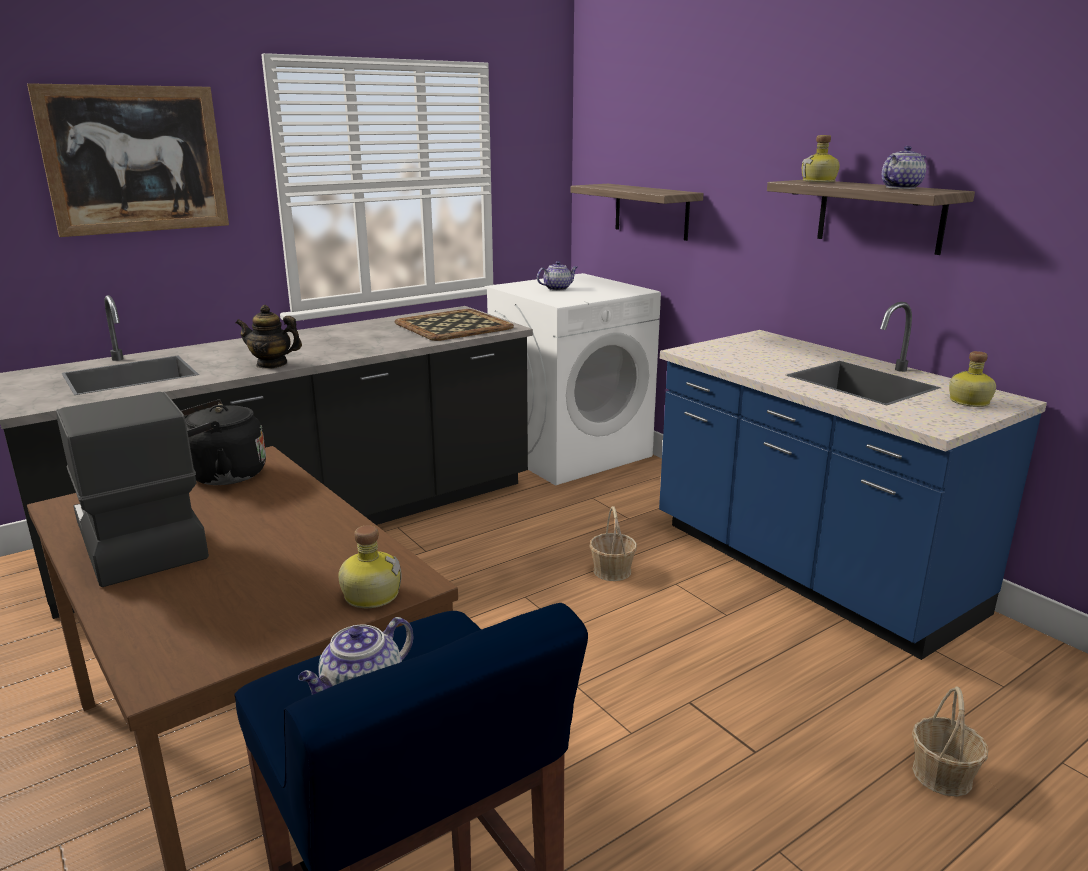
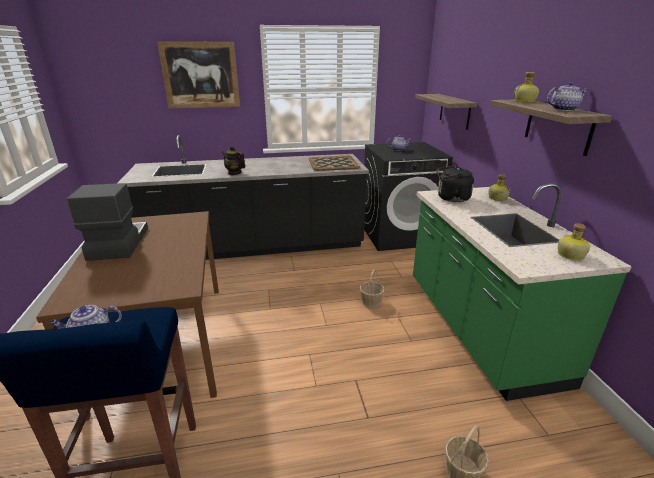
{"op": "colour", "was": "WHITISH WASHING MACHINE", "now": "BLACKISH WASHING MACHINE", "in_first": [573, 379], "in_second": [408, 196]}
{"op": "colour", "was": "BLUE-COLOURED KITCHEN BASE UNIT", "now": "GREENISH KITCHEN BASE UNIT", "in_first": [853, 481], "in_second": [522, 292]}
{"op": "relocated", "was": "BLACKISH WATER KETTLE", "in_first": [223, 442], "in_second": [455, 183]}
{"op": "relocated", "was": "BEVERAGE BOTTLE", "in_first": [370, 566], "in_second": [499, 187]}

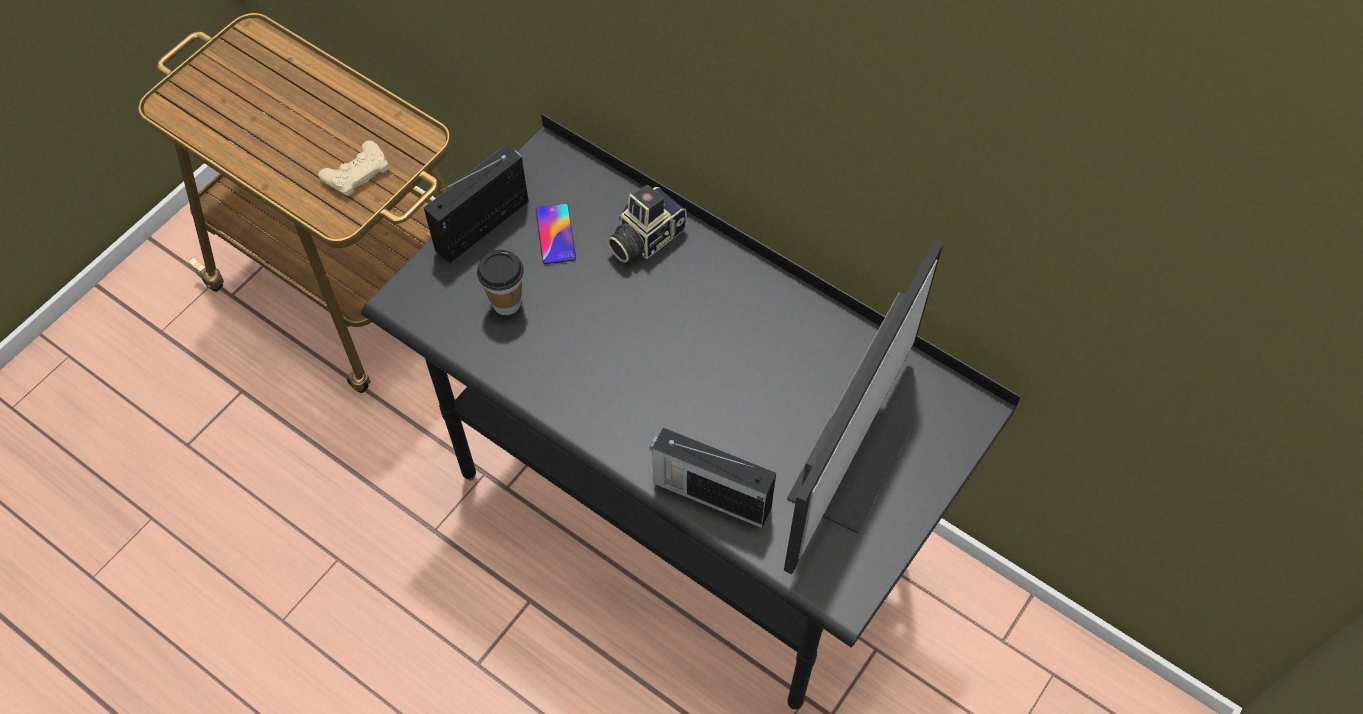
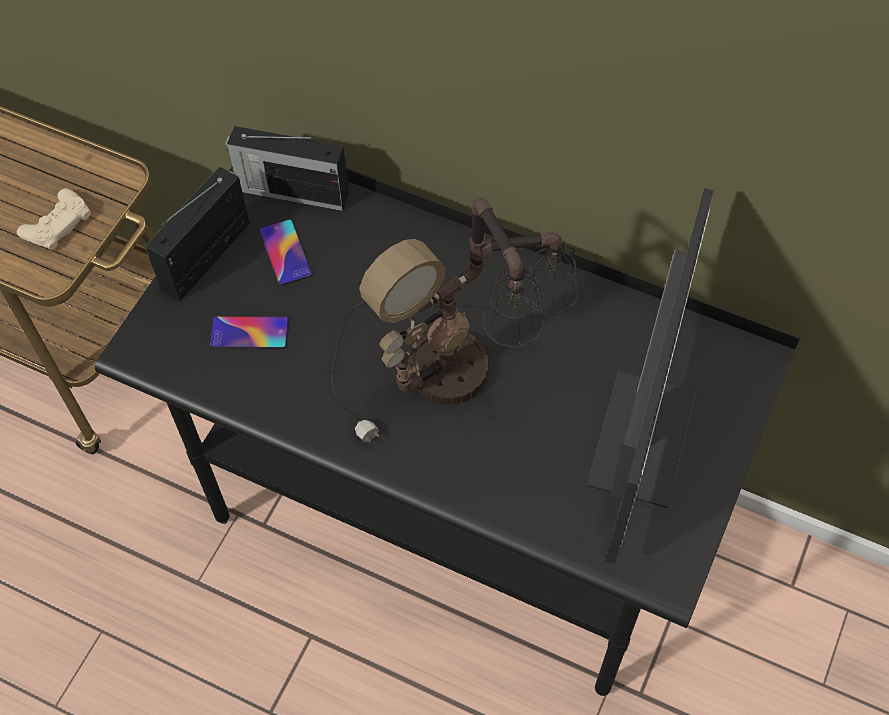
{"op": "exchanged", "was": "DRINKING CUP", "now": "TELEPHONE", "in_first": [500, 282], "in_second": [249, 332]}
{"op": "relocated", "was": "RADIO RECEIVER", "in_first": [712, 478], "in_second": [287, 168]}
{"op": "appeared", "now": "LAMP FOR A TABLE", "in_second": [455, 320]}
{"op": "missing", "was": "PHOTO CAMERA", "in_first": [647, 224]}

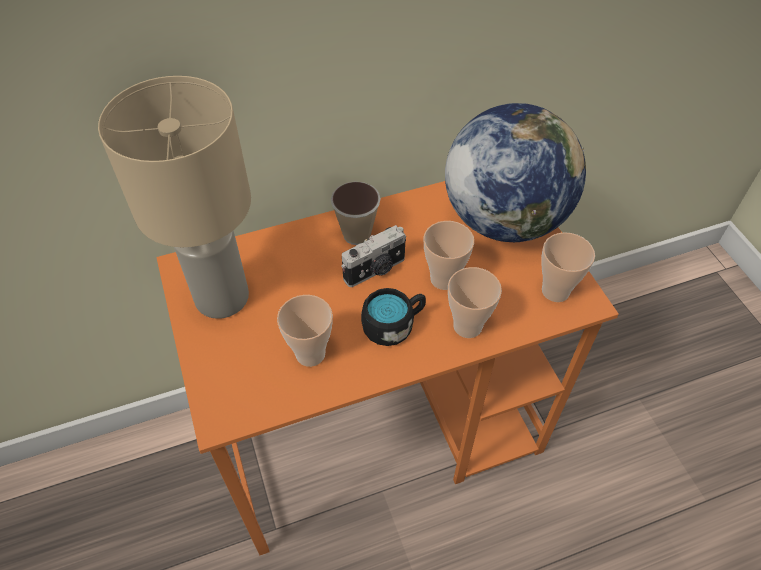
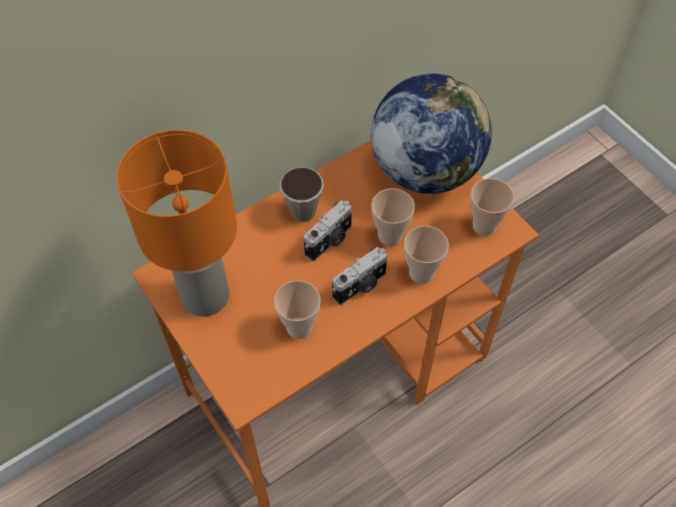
{"op": "colour", "was": "BEIGE-COLOURED LAMP FOR A TABLE", "now": "ORANGE-COLOURED LAMP FOR A TABLE", "in_first": [174, 197], "in_second": [177, 223]}
{"op": "exchanged", "was": "BLACKISH TEA MUG", "now": "PHOTO CAMERA", "in_first": [393, 317], "in_second": [359, 276]}

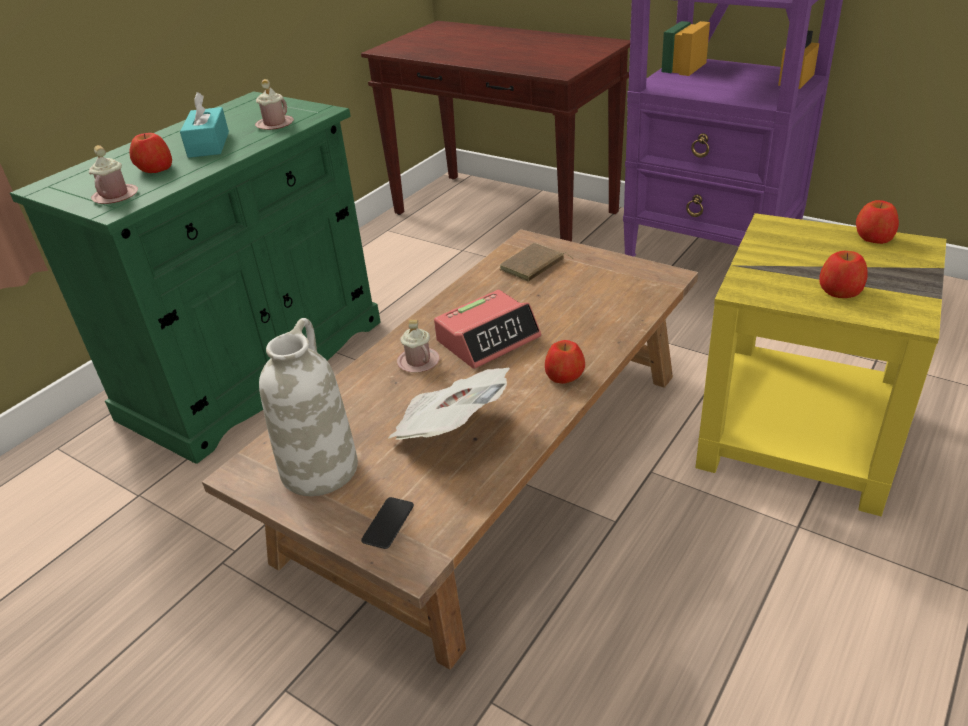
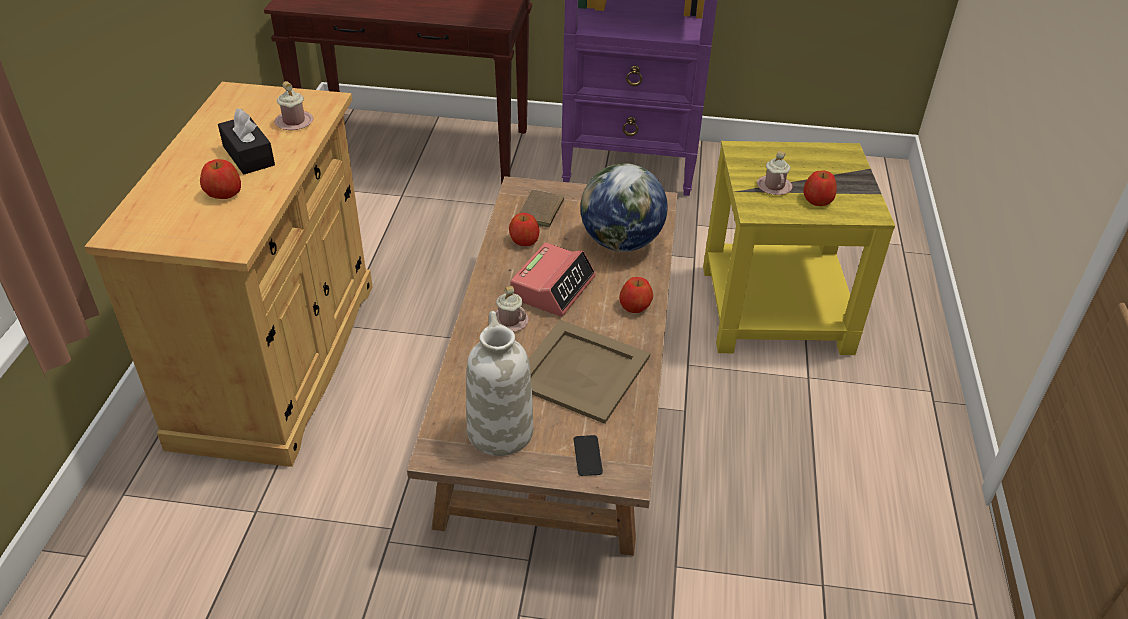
{"op": "colour", "was": "GREENISH STORAGE CABINET", "now": "BEIGE-COLOURED STORAGE CABINET", "in_first": [195, 277], "in_second": [228, 274]}
{"op": "colour", "was": "TURQUOISE TISSUE BOX", "now": "BLACKISH TISSUE BOX", "in_first": [204, 125], "in_second": [246, 141]}
{"op": "relocated", "was": "APPLE", "in_first": [877, 222], "in_second": [524, 229]}
{"op": "exchanged", "was": "NEWSPAPER", "now": "BEIGE-COLOURED CARRYING TRAY", "in_first": [449, 403], "in_second": [589, 372]}
{"op": "appeared", "now": "DESK GLOBE", "in_second": [624, 207]}
{"op": "relocated", "was": "PINK TEA MUG", "in_first": [113, 174], "in_second": [775, 173]}

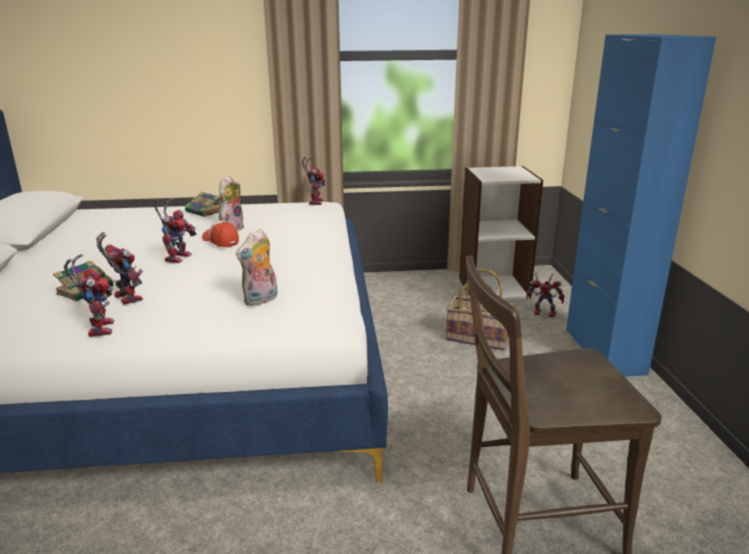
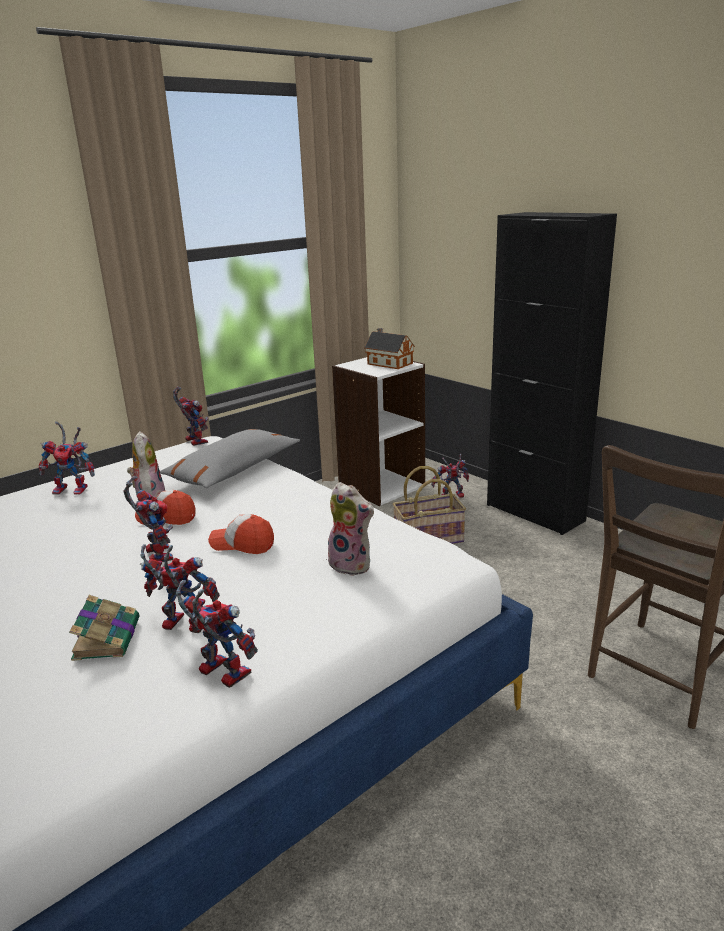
{"op": "exchanged", "was": "BOOK", "now": "TOY ROBOT", "in_first": [202, 204], "in_second": [67, 458]}
{"op": "appeared", "now": "GREYISH PILLOW", "in_second": [230, 458]}
{"op": "appeared", "now": "CAP", "in_second": [241, 534]}
{"op": "spun", "was": "PLUSH TOY", "in_first": [257, 267], "in_second": [350, 529], "clockwise": -60}
{"op": "appeared", "now": "TOY HOUSE", "in_second": [389, 348]}
{"op": "colour", "was": "BLUE-COLOURED STORAGE CABINET", "now": "BLACKISH STORAGE CABINET", "in_first": [641, 205], "in_second": [552, 373]}

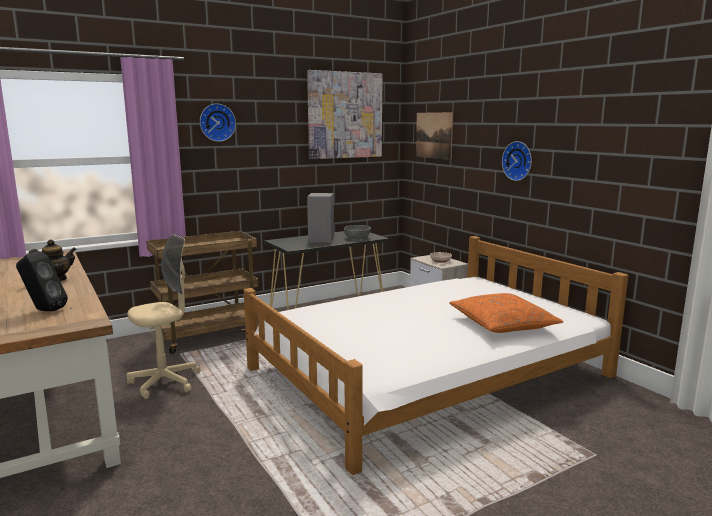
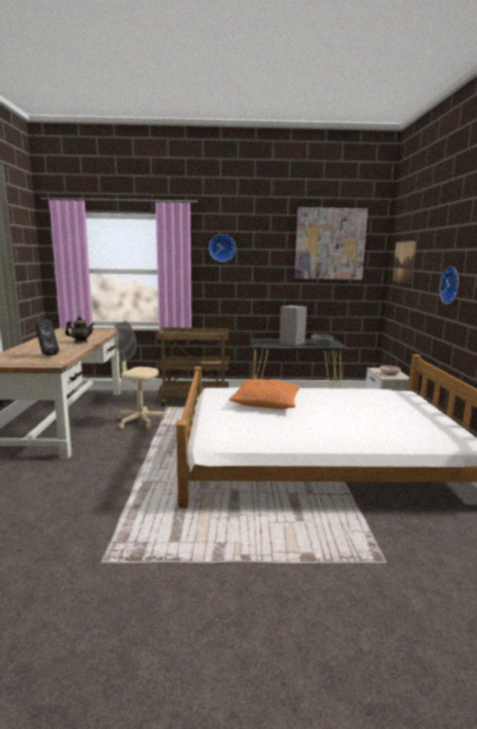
{"op": "spun", "was": "BEIGE-COLOURED OFFICE CHAIR", "in_first": [164, 316], "in_second": [139, 375], "clockwise": -150}
{"op": "relocated", "was": "ORANGE-COLOURED PILLOW", "in_first": [506, 313], "in_second": [264, 394]}

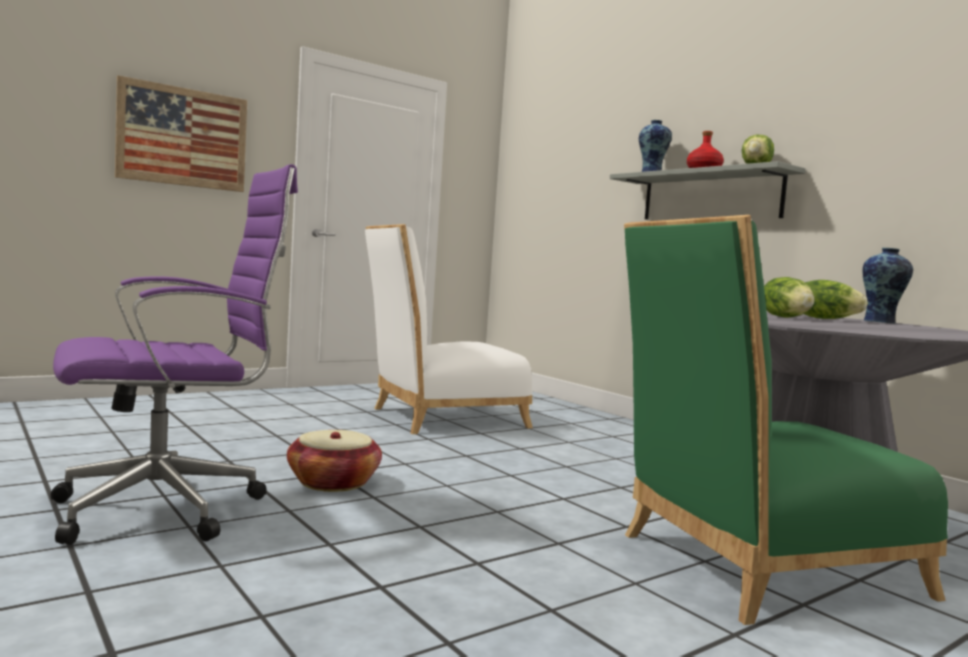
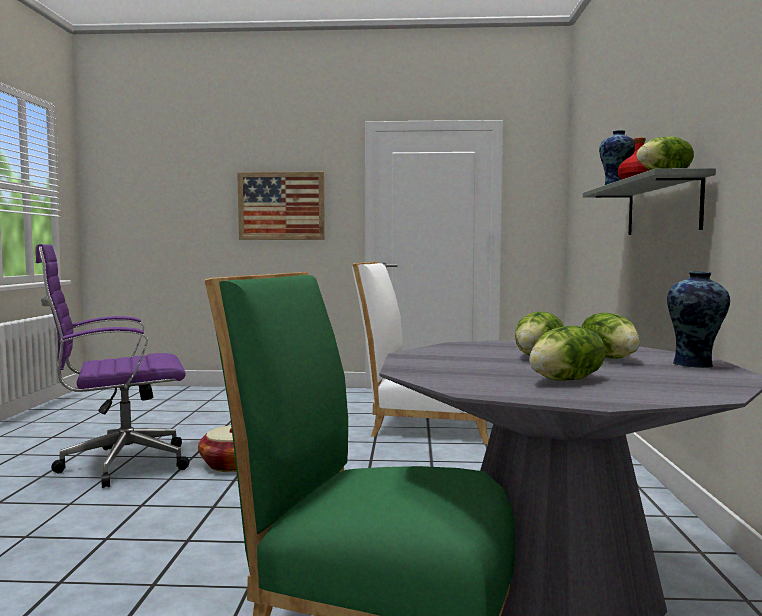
{"op": "spun", "was": "PURPLE-COLOURED OFFICE CHAIR", "in_first": [174, 354], "in_second": [112, 366], "clockwise": 150}
{"op": "appeared", "now": "LETTUCE", "in_second": [567, 353]}

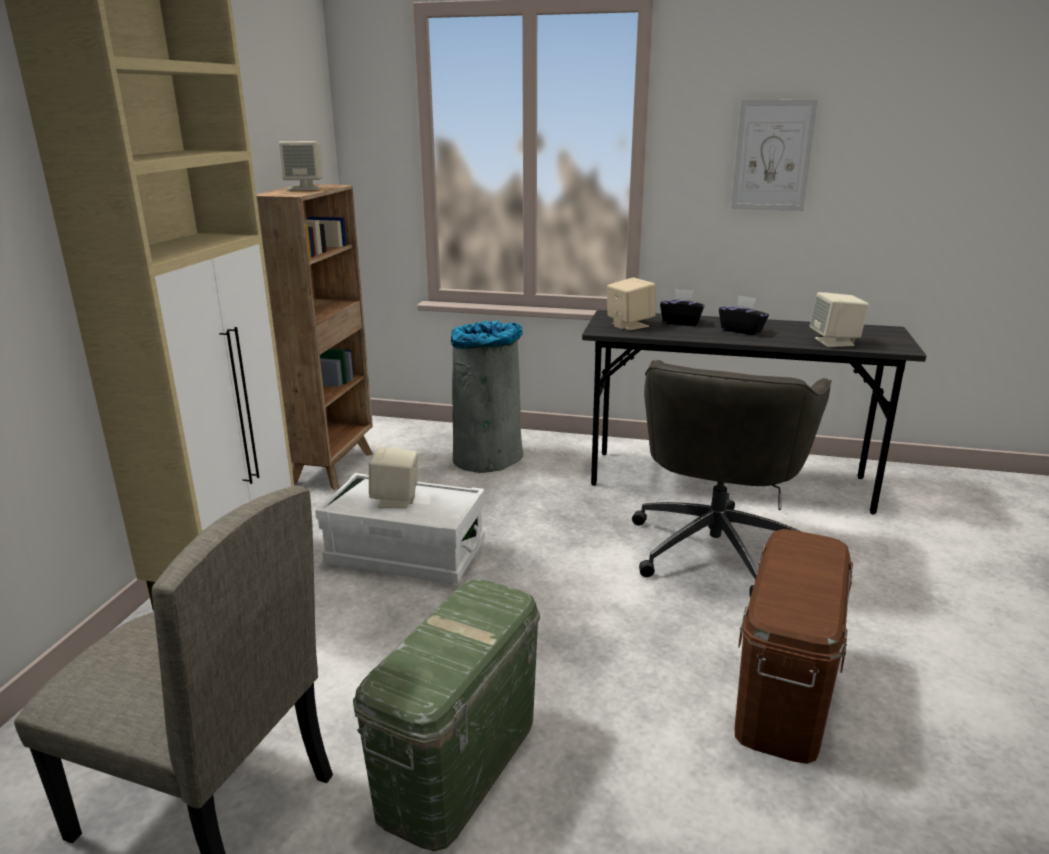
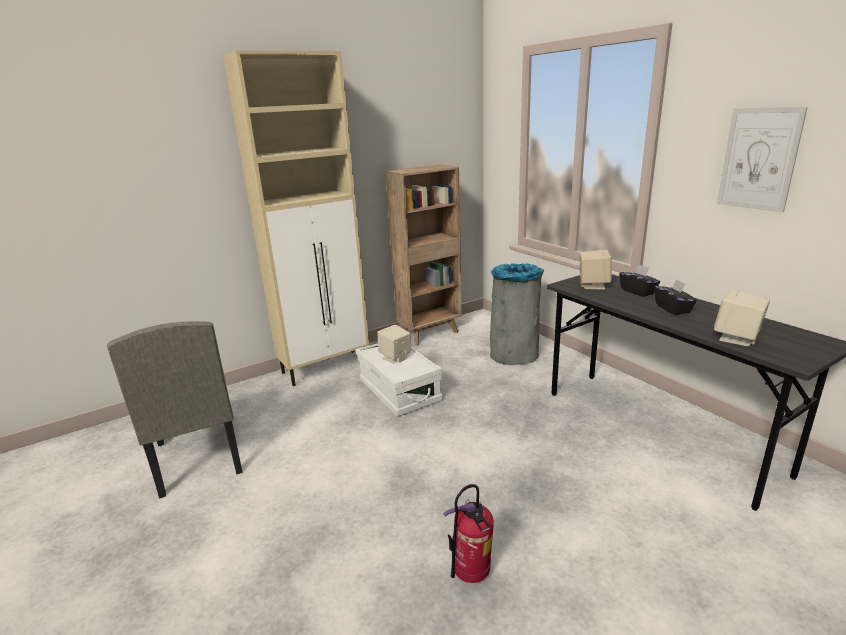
{"op": "exchanged", "was": "BROWNISH STORAGE BOX", "now": "EXTINGUISHER", "in_first": [794, 646], "in_second": [468, 533]}
{"op": "missing", "was": "BEIGE-COLOURED LOUDSPEAKER", "in_first": [301, 165]}
{"op": "missing", "was": "GREENISH STORAGE BOX", "in_first": [446, 715]}
{"op": "missing", "was": "GREYISH OFFICE CHAIR", "in_first": [732, 479]}

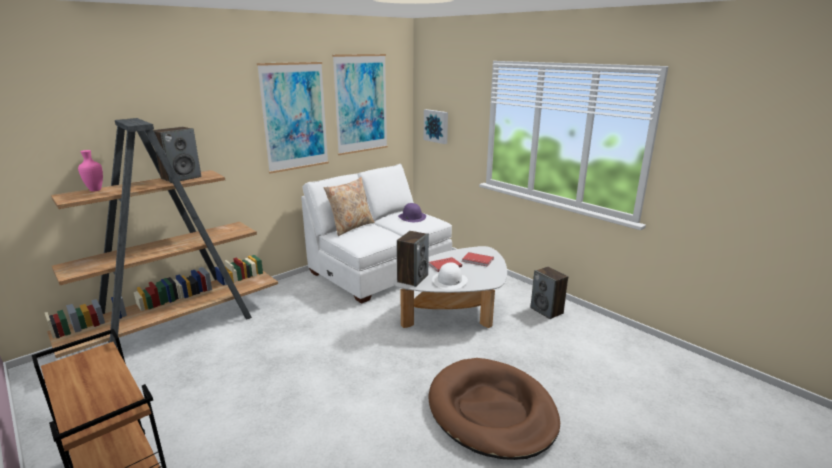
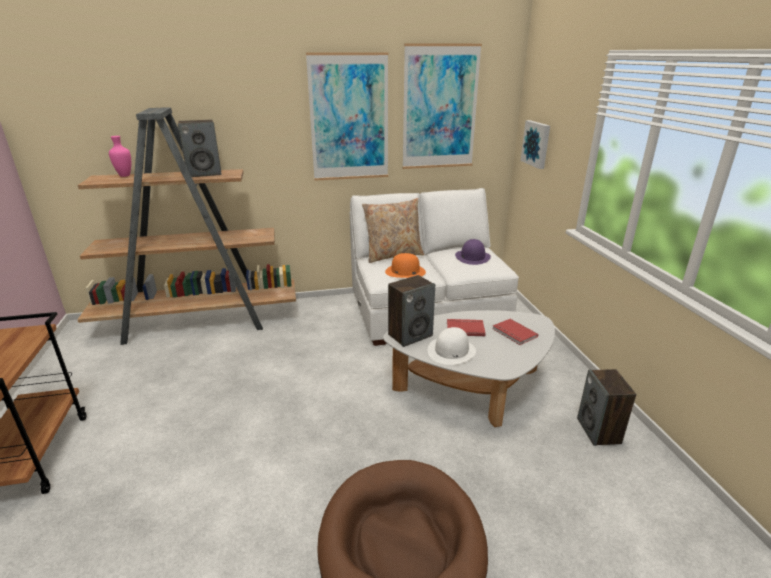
{"op": "appeared", "now": "ORANGE-COLOURED CLOTHING HAT", "in_second": [405, 265]}

